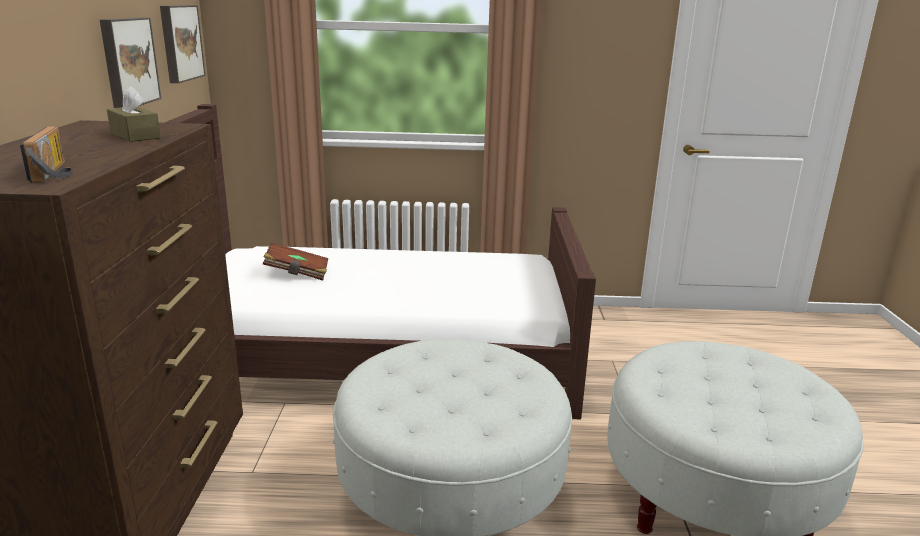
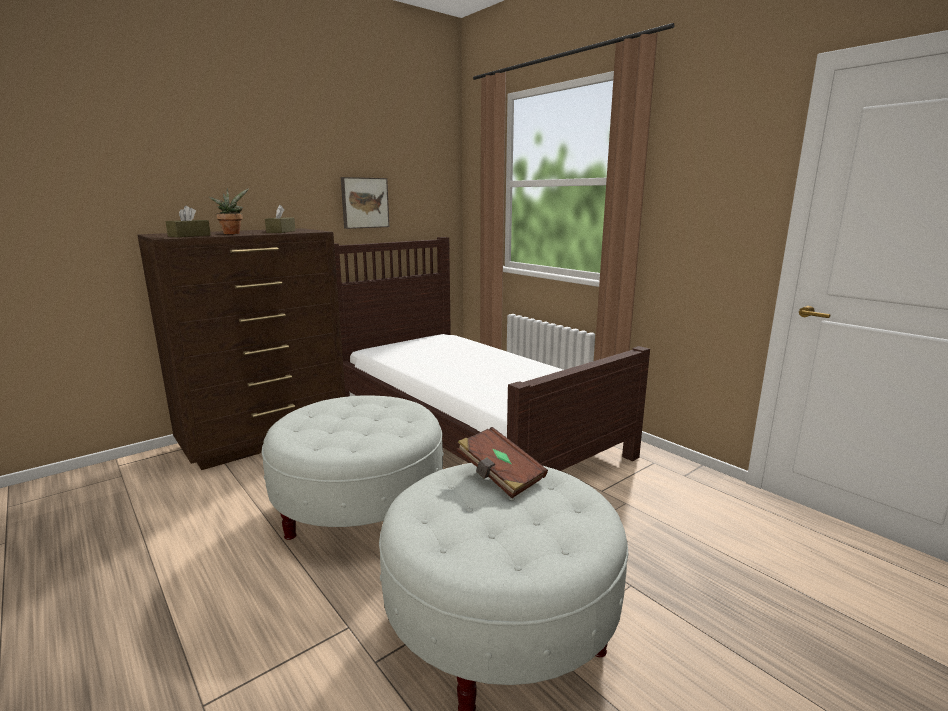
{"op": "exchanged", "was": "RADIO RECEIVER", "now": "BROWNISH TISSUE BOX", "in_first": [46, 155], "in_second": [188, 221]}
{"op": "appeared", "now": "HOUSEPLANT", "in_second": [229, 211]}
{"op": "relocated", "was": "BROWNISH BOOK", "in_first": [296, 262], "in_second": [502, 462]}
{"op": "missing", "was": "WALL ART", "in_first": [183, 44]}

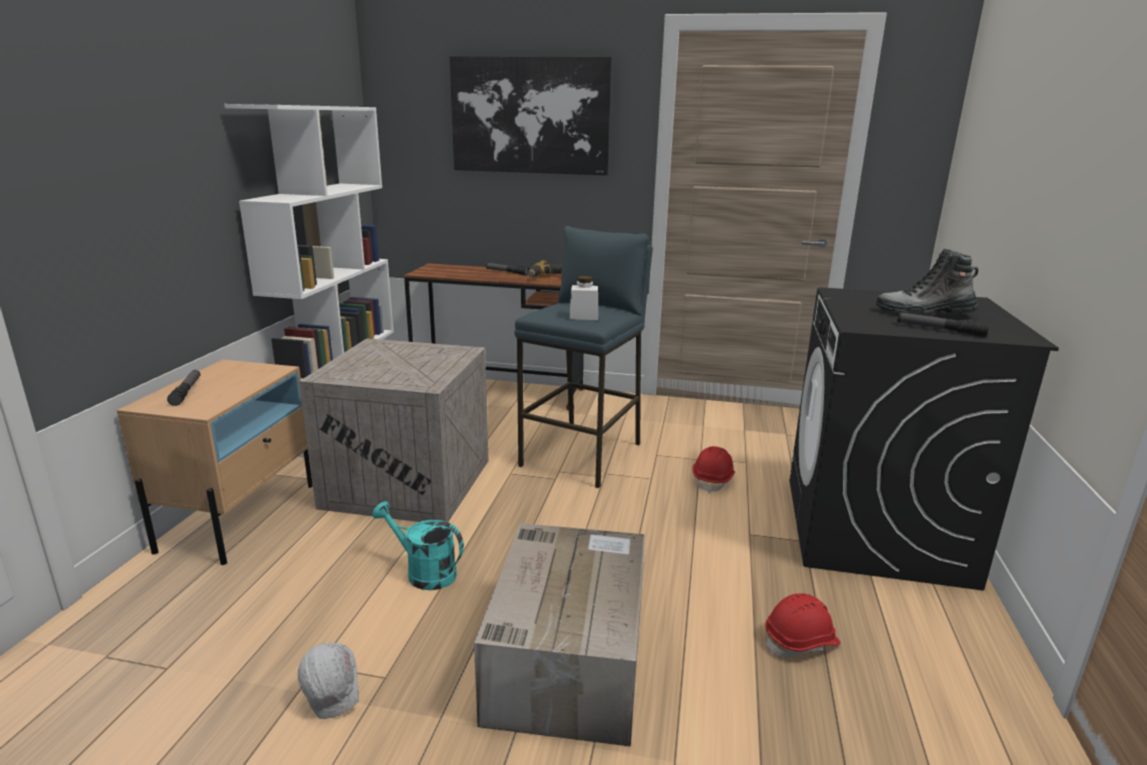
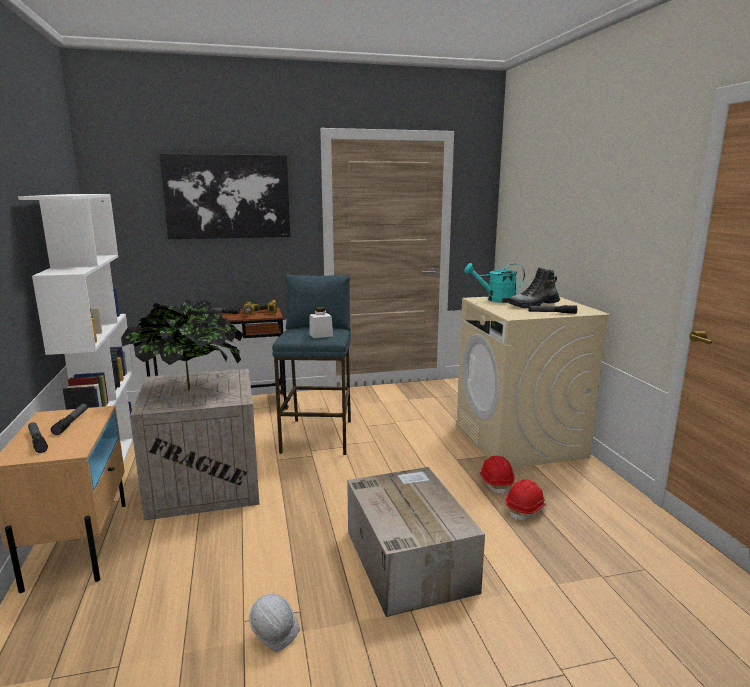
{"op": "appeared", "now": "FLASHLIGHT", "in_second": [69, 419]}
{"op": "appeared", "now": "HOUSEPLANT", "in_second": [182, 344]}
{"op": "colour", "was": "BLACKISH WASHING MACHINE", "now": "BEIGE-COLOURED WASHING MACHINE", "in_first": [924, 439], "in_second": [534, 382]}
{"op": "relocated", "was": "TURQUOISE WATERING CAN", "in_first": [418, 545], "in_second": [494, 283]}
{"op": "relocated", "was": "RED-COLOURED HARD HAT", "in_first": [714, 469], "in_second": [497, 475]}

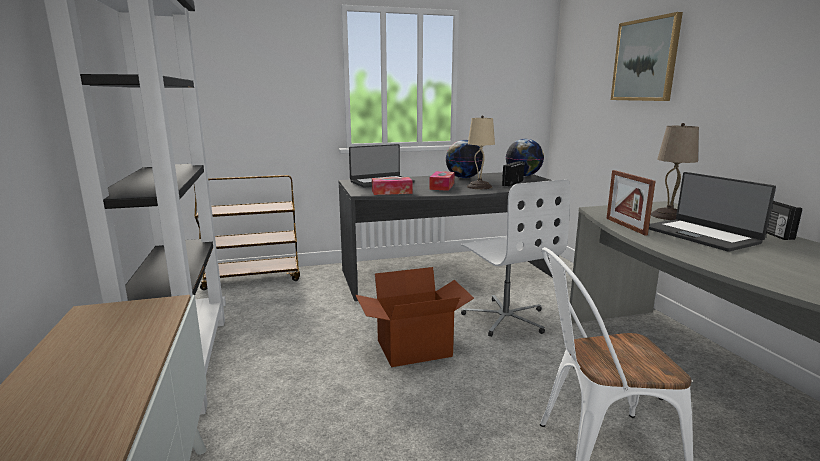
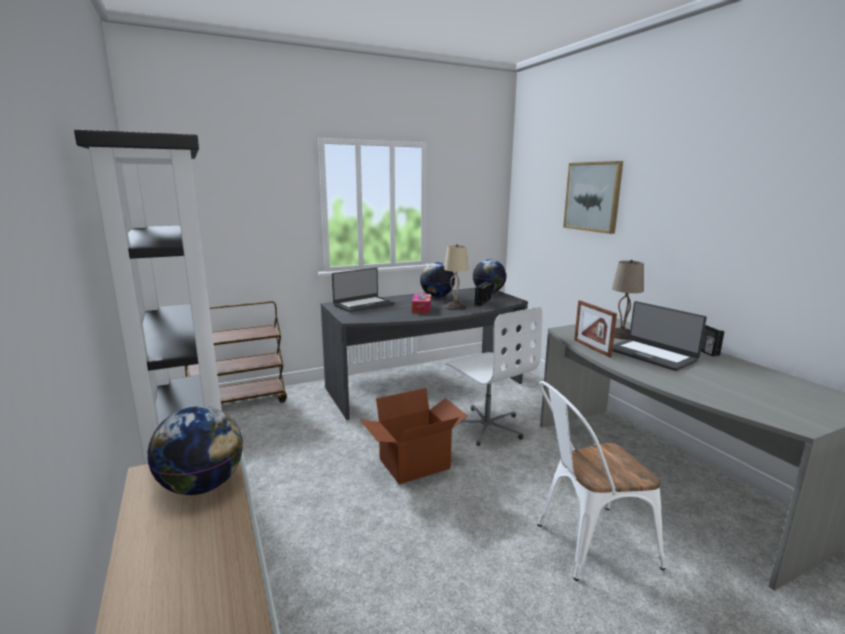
{"op": "appeared", "now": "DESK GLOBE", "in_second": [195, 450]}
{"op": "missing", "was": "TISSUE BOX", "in_first": [392, 186]}

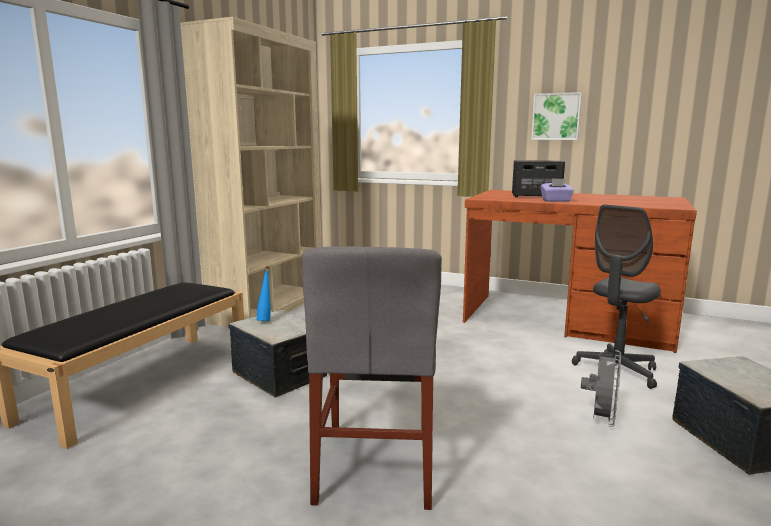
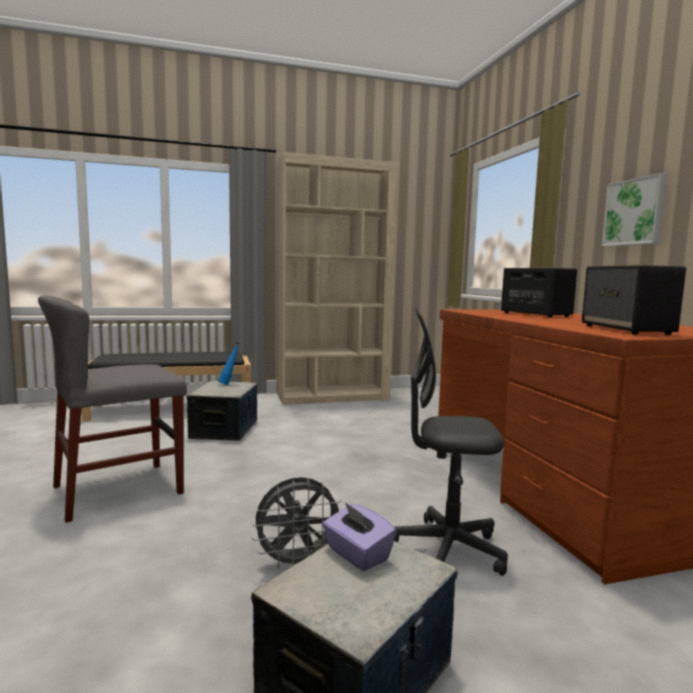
{"op": "relocated", "was": "PURPLE-COLOURED TISSUE BOX", "in_first": [557, 190], "in_second": [359, 536]}
{"op": "appeared", "now": "LOUDSPEAKER", "in_second": [634, 300]}

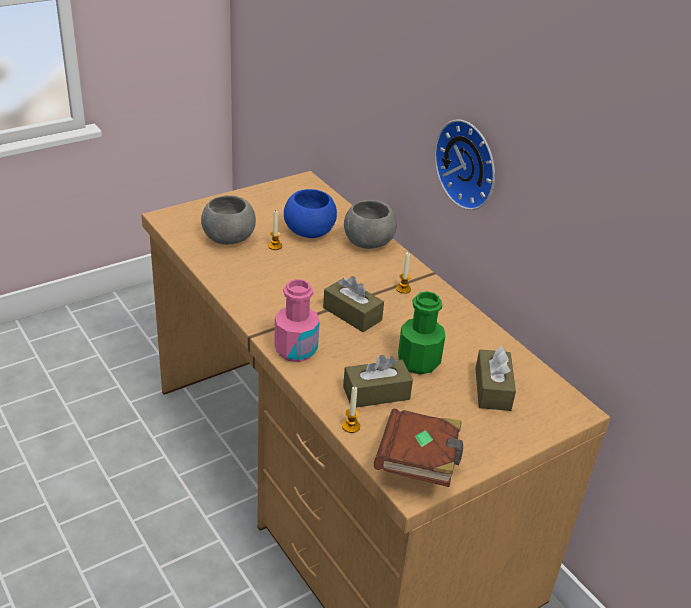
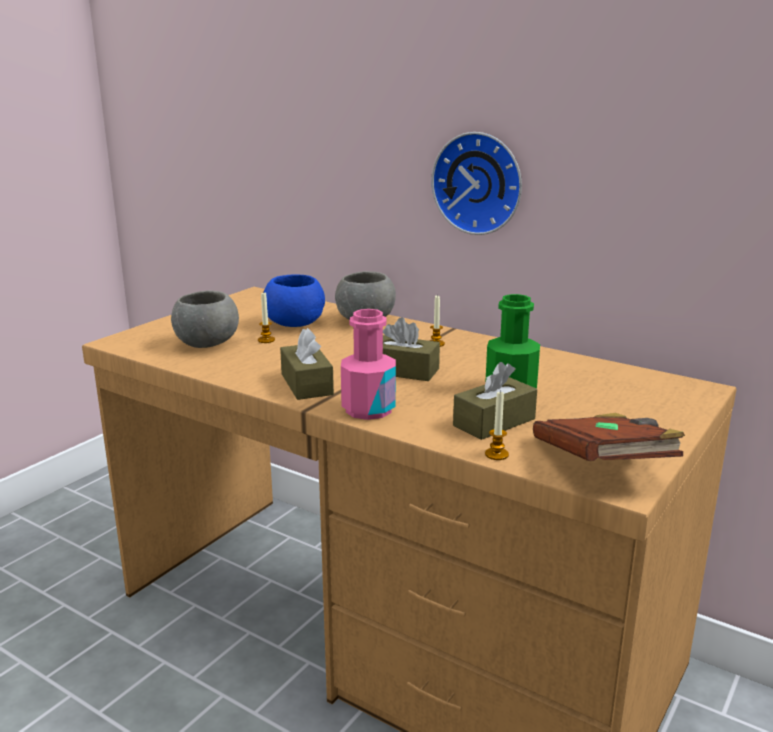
{"op": "relocated", "was": "BROWNISH TISSUE BOX", "in_first": [495, 378], "in_second": [307, 364]}

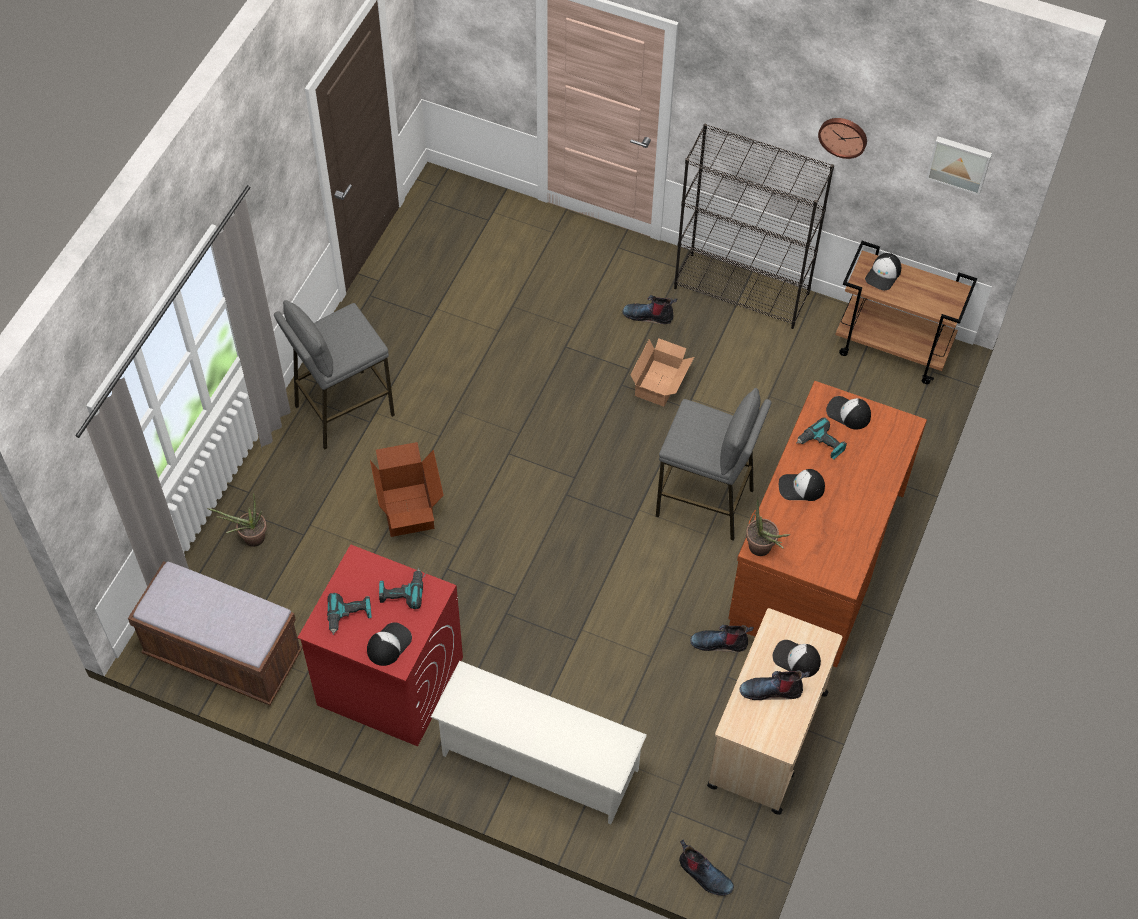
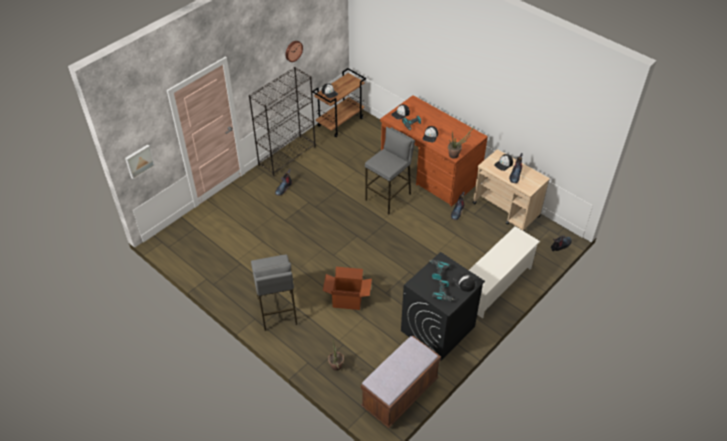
{"op": "relocated", "was": "WALL ART", "in_first": [959, 165], "in_second": [140, 161]}
{"op": "colour", "was": "RED-COLOURED WASHING MACHINE", "now": "BLACKISH WASHING MACHINE", "in_first": [380, 645], "in_second": [443, 306]}
{"op": "missing", "was": "CARDBOARD BOX", "in_first": [662, 372]}

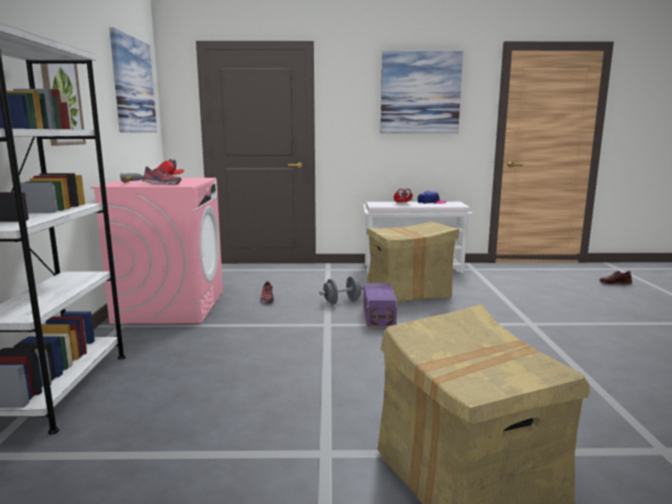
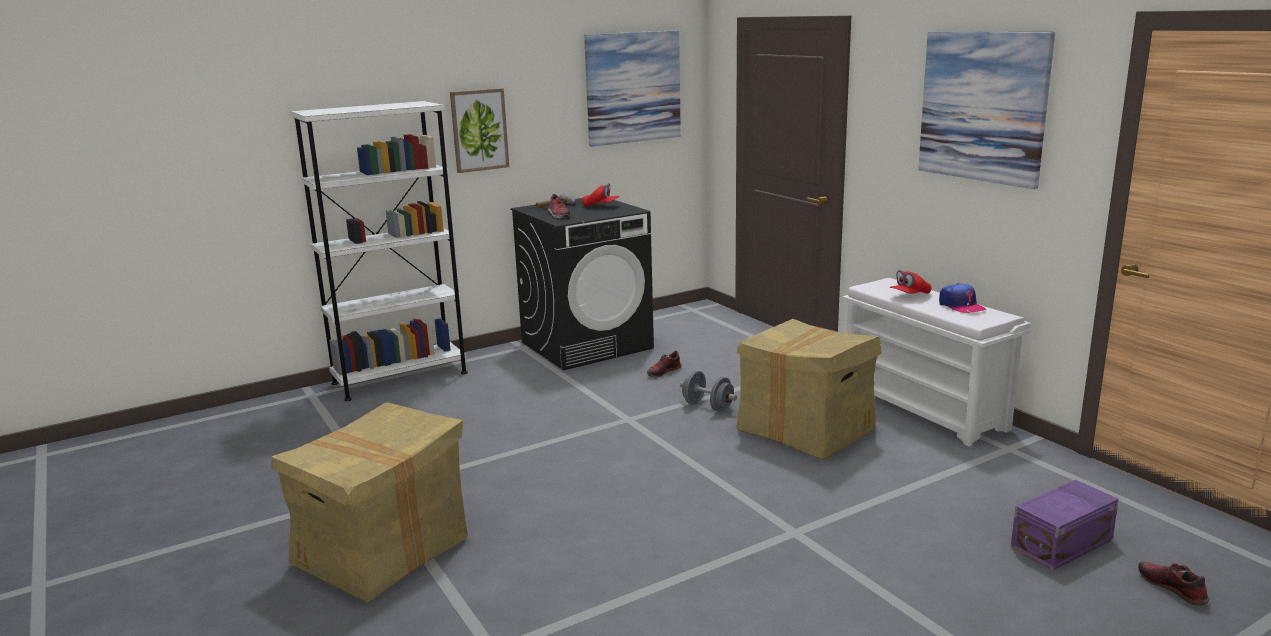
{"op": "colour", "was": "PINK WASHING MACHINE", "now": "BLACKISH WASHING MACHINE", "in_first": [156, 251], "in_second": [582, 284]}
{"op": "relocated", "was": "PURPLE-COLOURED STORAGE BOX", "in_first": [380, 305], "in_second": [1065, 525]}

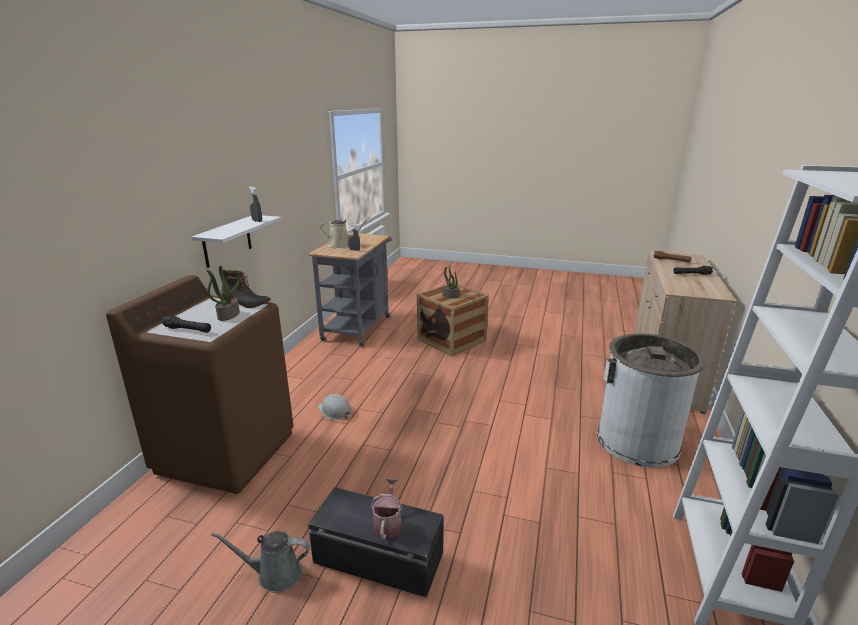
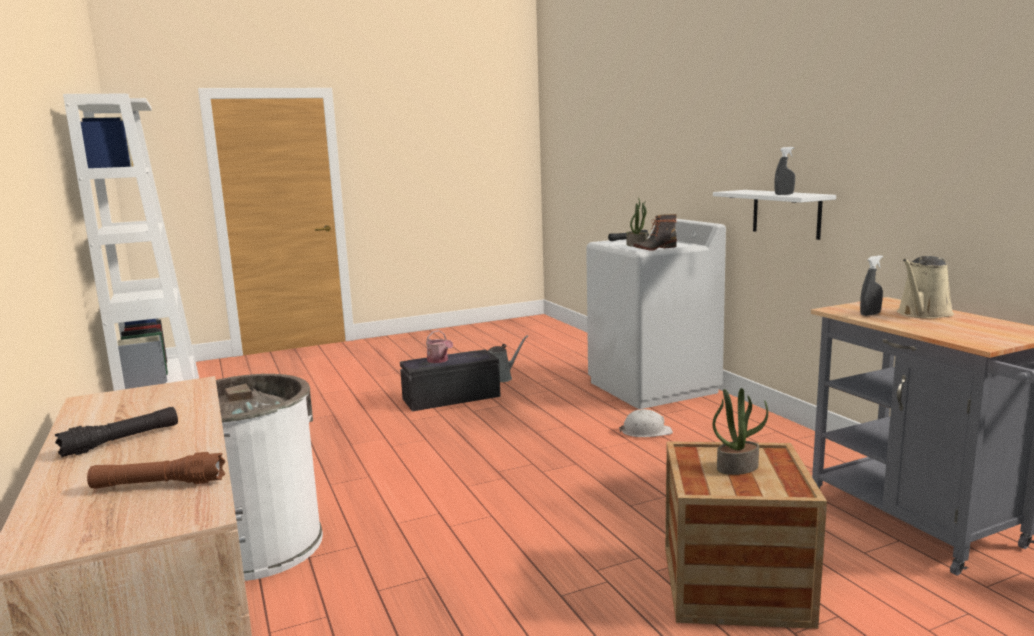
{"op": "colour", "was": "BROWNISH WASHING MACHINE", "now": "WHITISH WASHING MACHINE", "in_first": [200, 384], "in_second": [656, 314]}

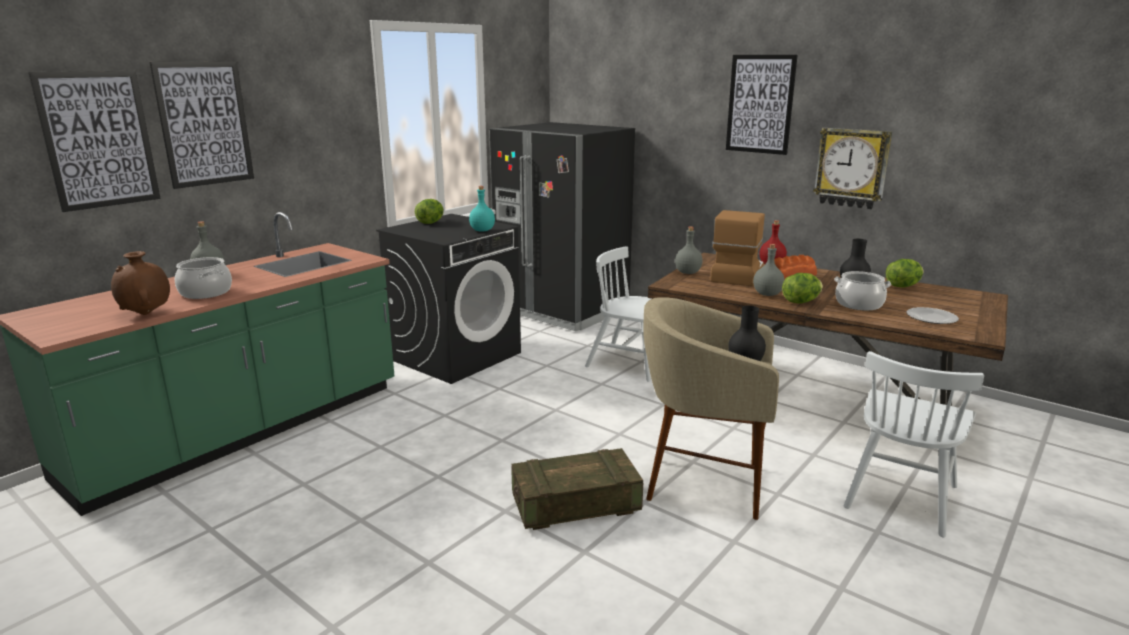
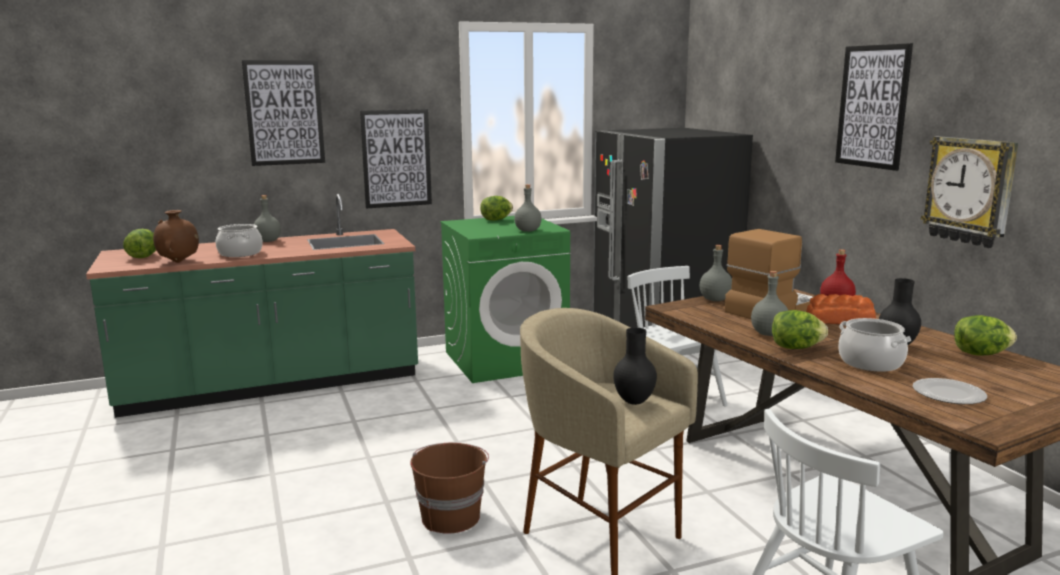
{"op": "appeared", "now": "LETTUCE", "in_second": [139, 243]}
{"op": "relocated", "was": "WALL ART", "in_first": [94, 141], "in_second": [396, 159]}
{"op": "exchanged", "was": "CRATE", "now": "BROWNISH WATER BUCKET", "in_first": [577, 489], "in_second": [449, 488]}
{"op": "colour", "was": "BLACKISH WASHING MACHINE", "now": "GREENISH WASHING MACHINE", "in_first": [448, 299], "in_second": [505, 299]}
{"op": "colour", "was": "TURQUOISE BEVERAGE BOTTLE", "now": "GREYISH BEVERAGE BOTTLE", "in_first": [482, 209], "in_second": [528, 208]}

